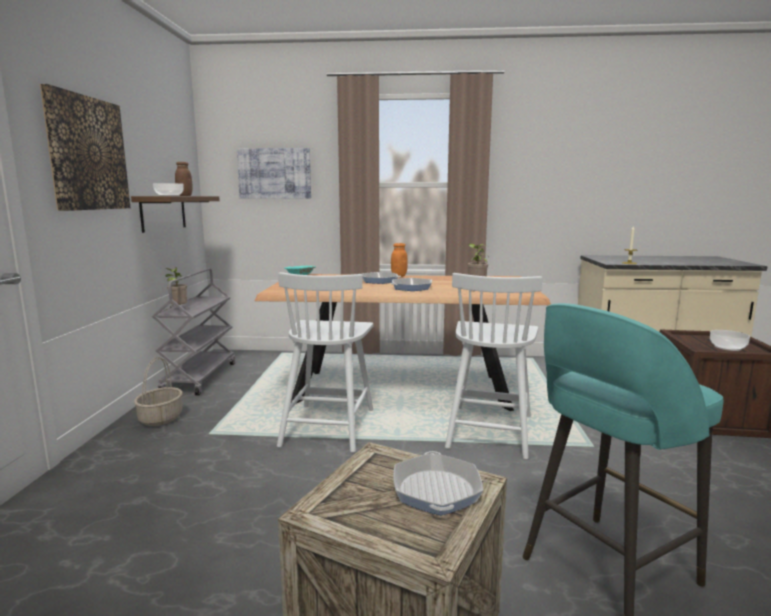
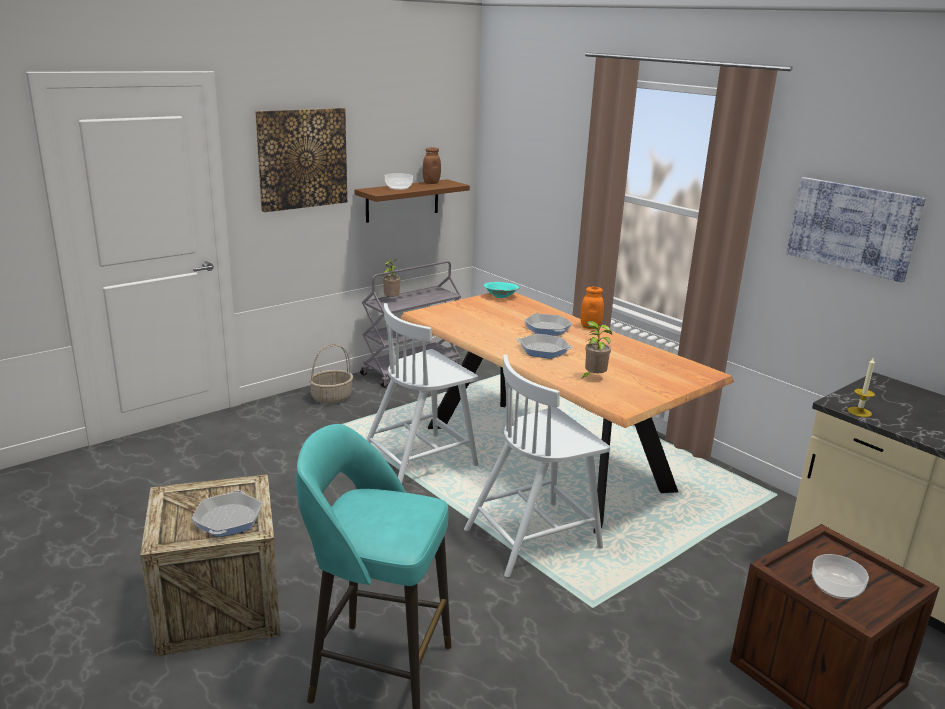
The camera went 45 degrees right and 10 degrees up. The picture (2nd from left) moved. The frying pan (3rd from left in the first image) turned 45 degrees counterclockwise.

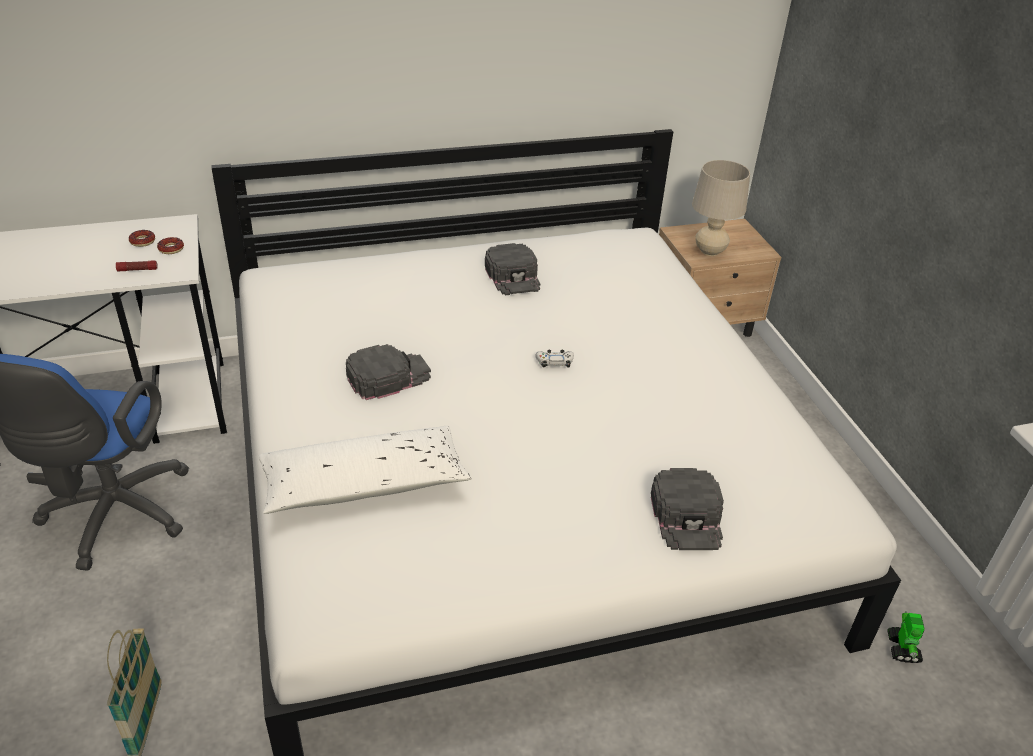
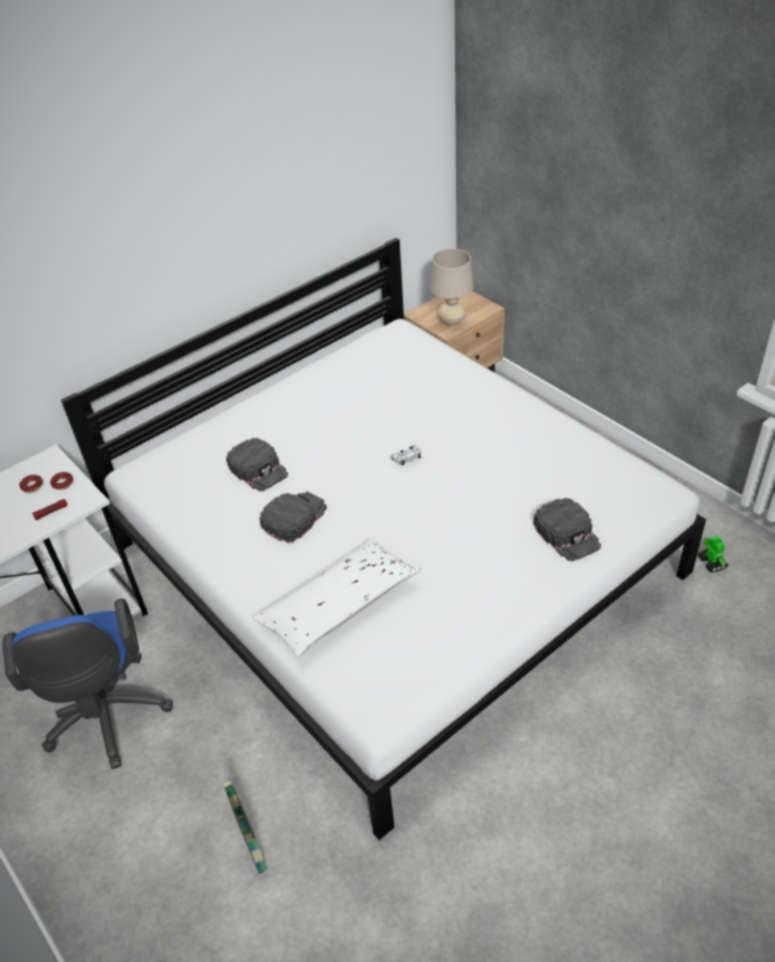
The camera went 20 degrees left and 5 degrees up. The black cap (2nd from left in the first image) moved.

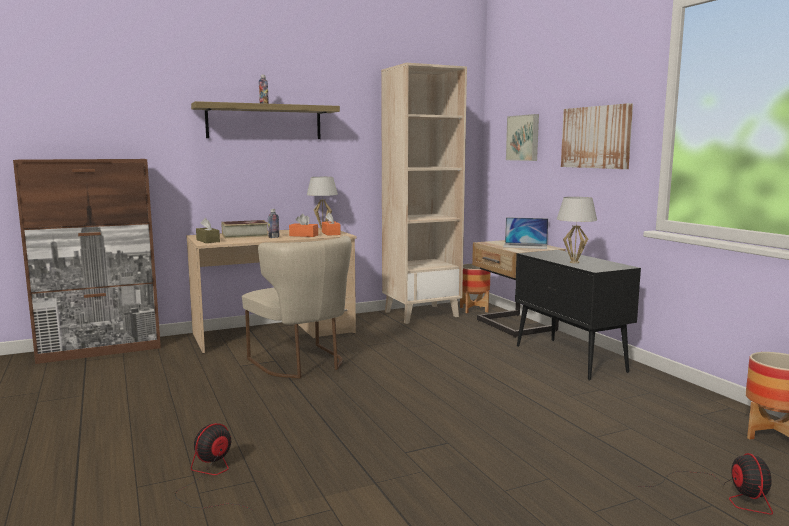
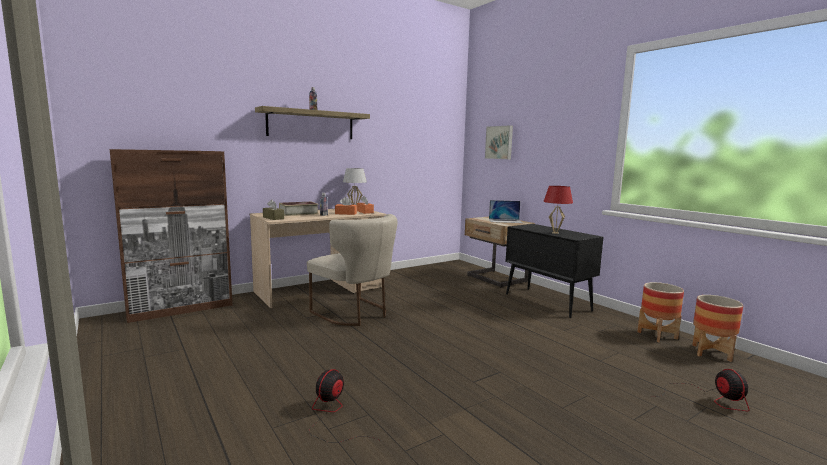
The camera went 10 degrees left and 0 degrees up. The beige bookcase disappeared. The planter (1st from left) moved. The white table lamp (2nd from left) became the red table lamp. The picture (2nd from left) disappeared.

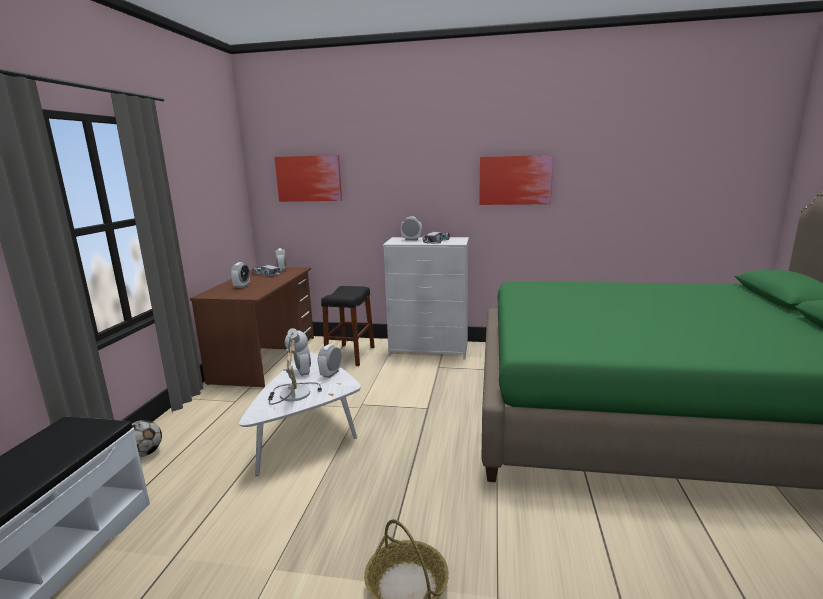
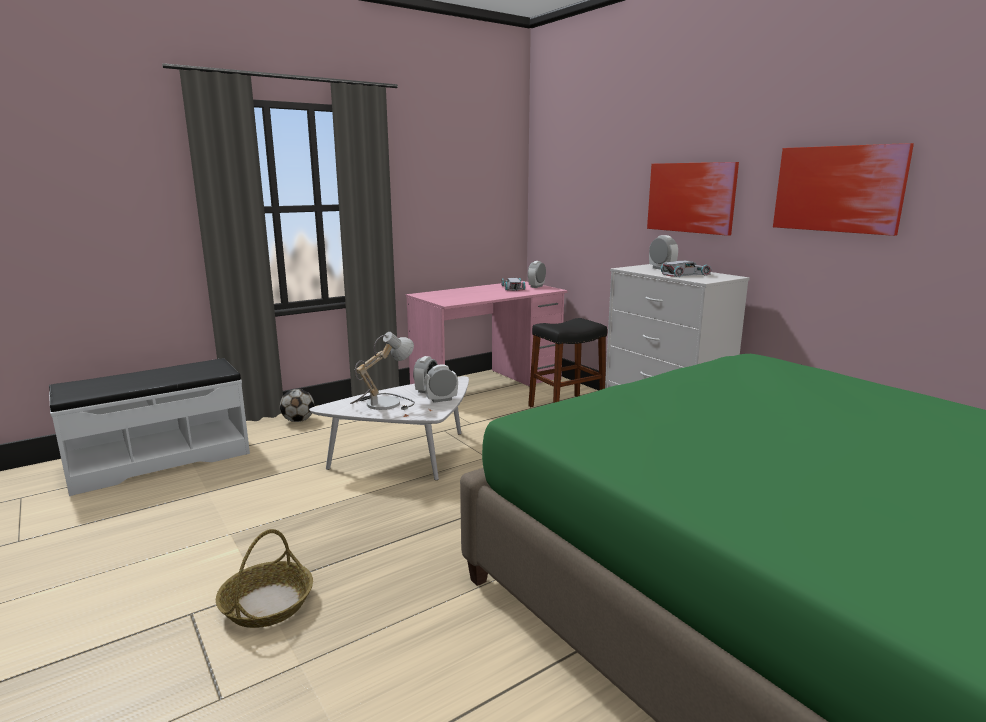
The camera went 45 degrees right and 0 degrees up. The brown desk became the pink desk. The alarm clock (1st from left) disappeared. The picture (1st from left) moved.

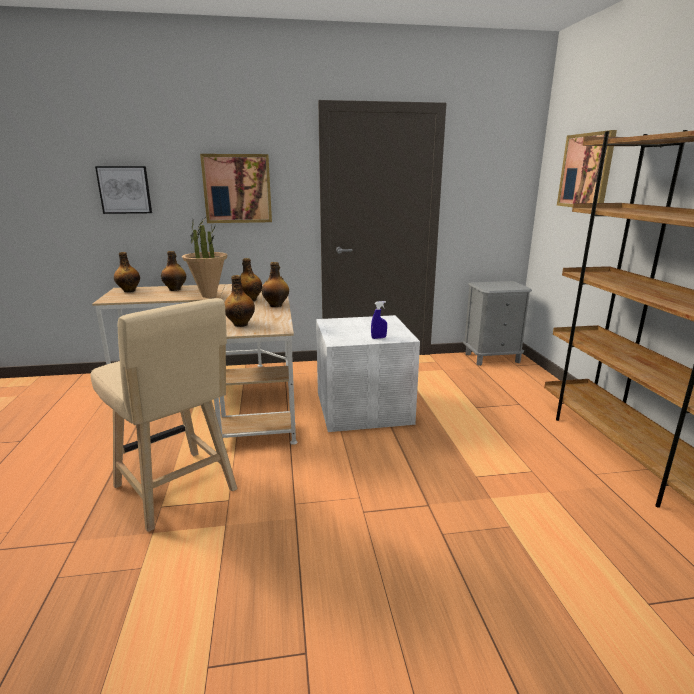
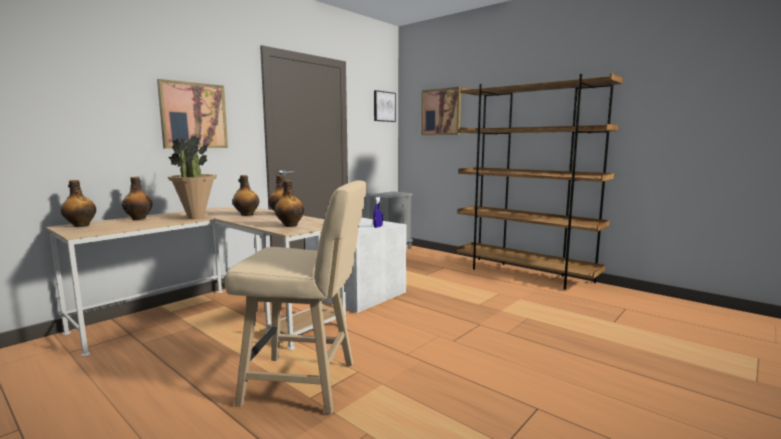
The camera went 40 degrees left and 10 degrees down. The picture (1st from left in the first image) moved.

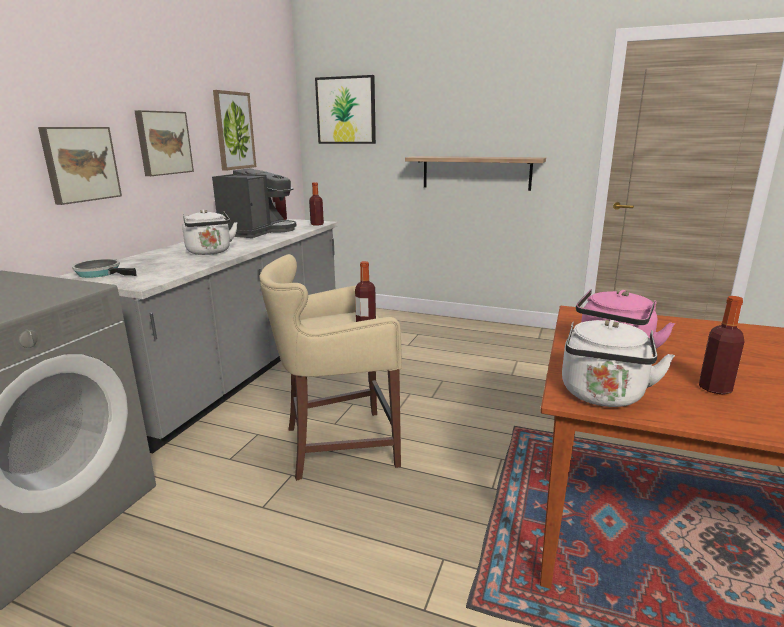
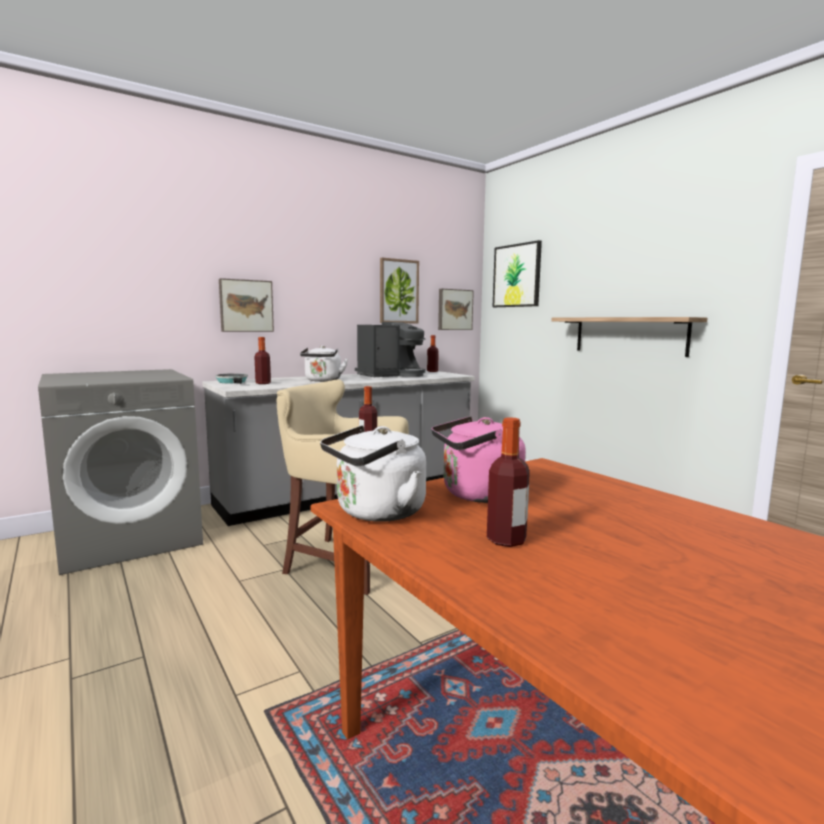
The camera went 35 degrees right and 10 degrees down. The picture (2nd from left in the first image) moved. The bottle (2nd from left in the first image) moved.

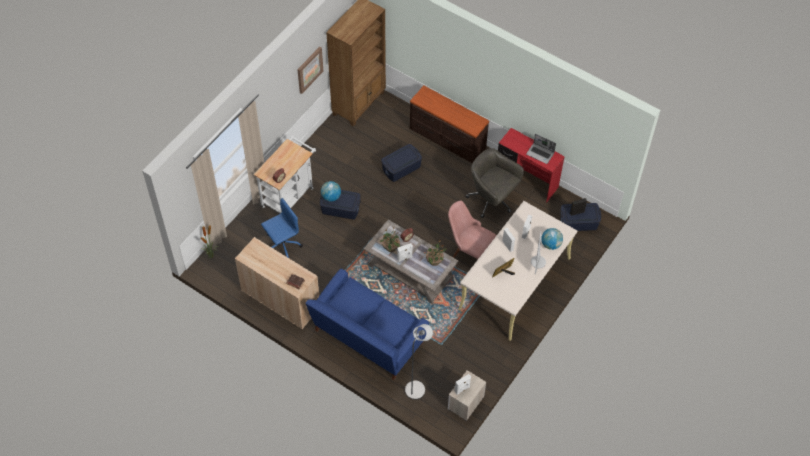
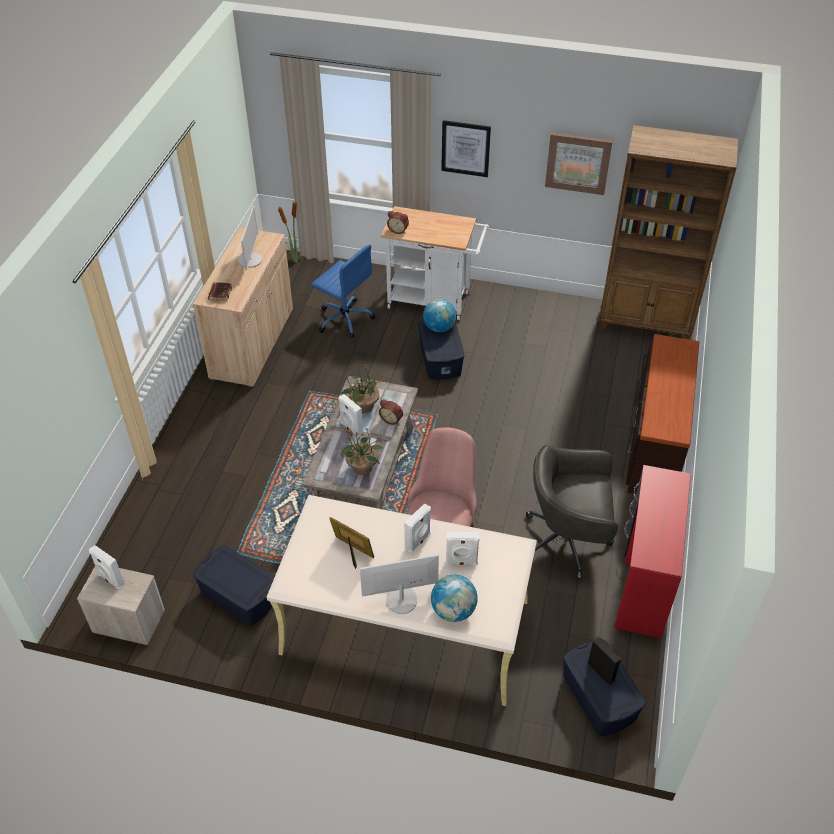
The camera went 70 degrees right and 10 degrees down. The blue sofa disappeared. The blue storage box (2nd from left in the first image) moved. The grey floor lamp disappeared. The grey office chair turned 105 degrees counterclockwise. The laptop disappeared. The monitor (1st from left) appeared. The picture (1st from left) appeared.

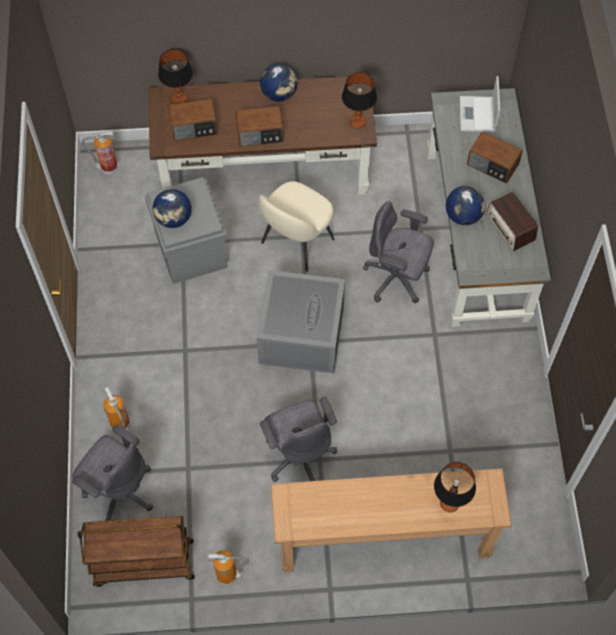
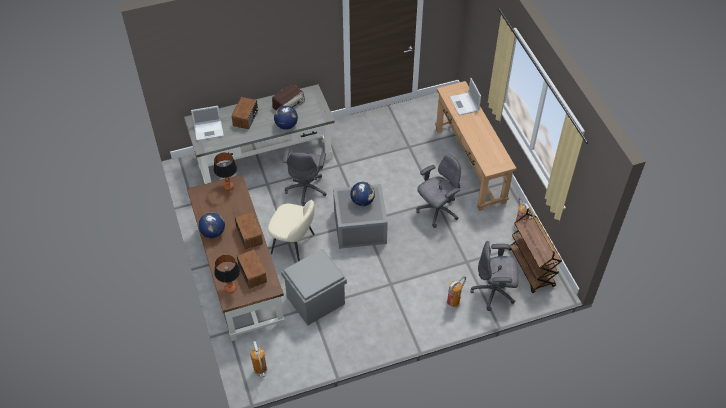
The camera went 105 degrees left and 10 degrees down. The grey office chair (1st from left in the first image) turned 105 degrees counterclockwise. The globe (1st from left in the first image) moved. The table lamp (3rd from left) was replaced by the laptop (2nd from left).

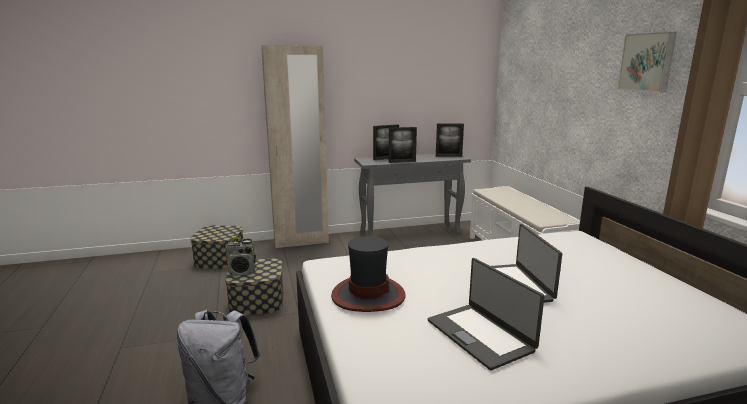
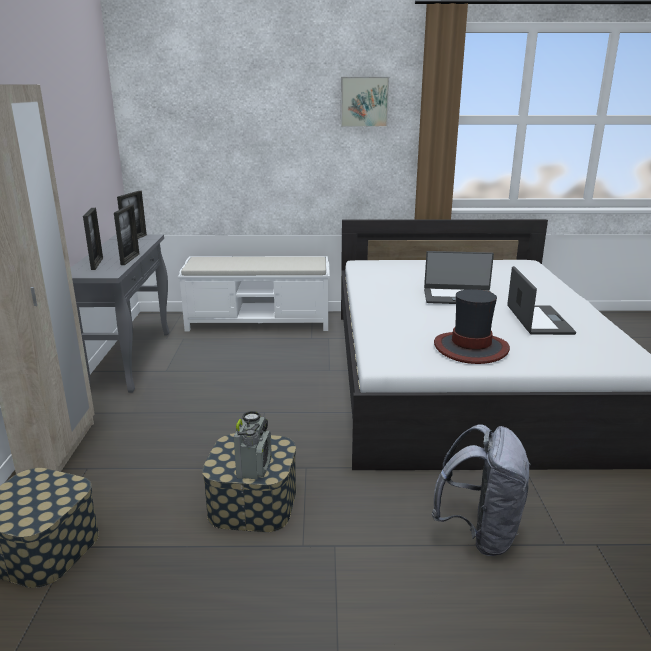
The camera went 75 degrees left and 5 degrees up. The laptop (1st from left in the first image) turned 75 degrees counterclockwise.

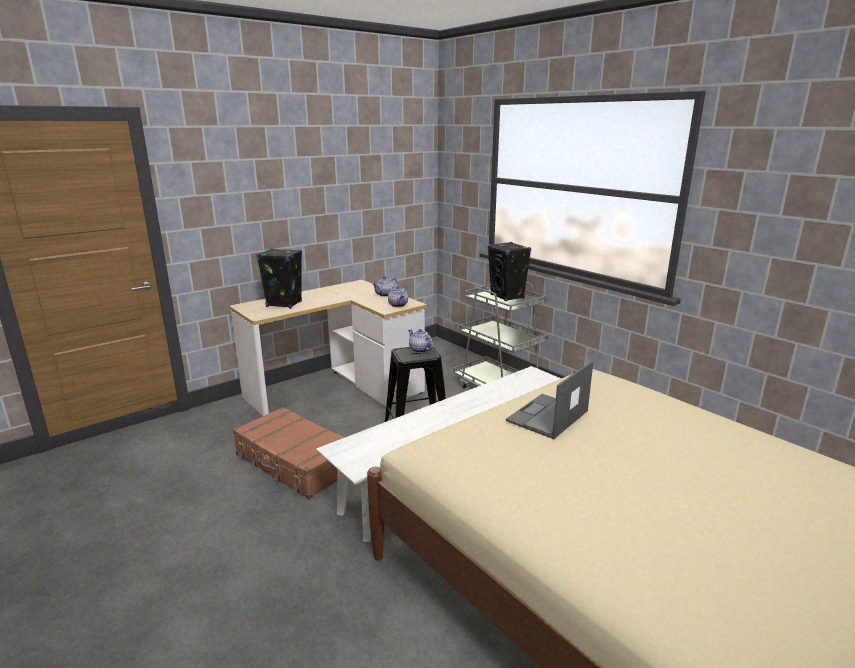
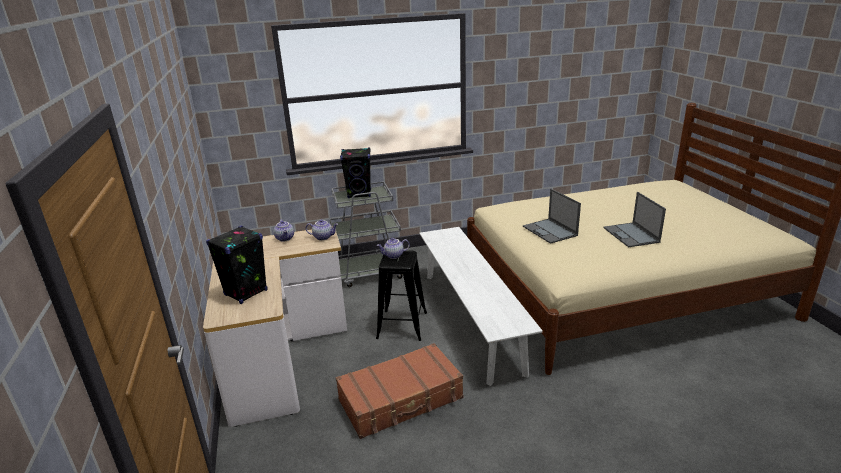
The camera went 65 degrees left and 5 degrees up. The laptop (2nd from left) appeared.

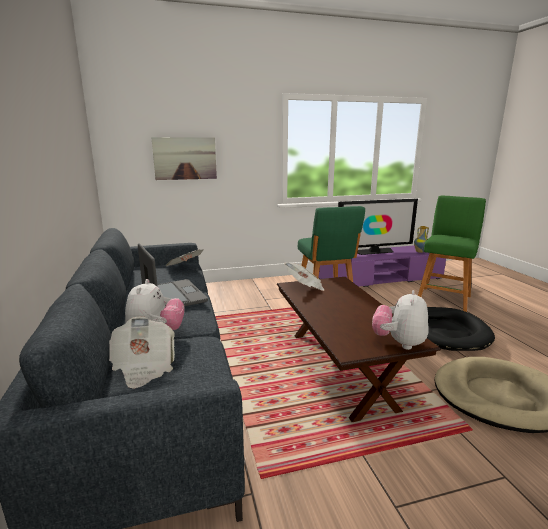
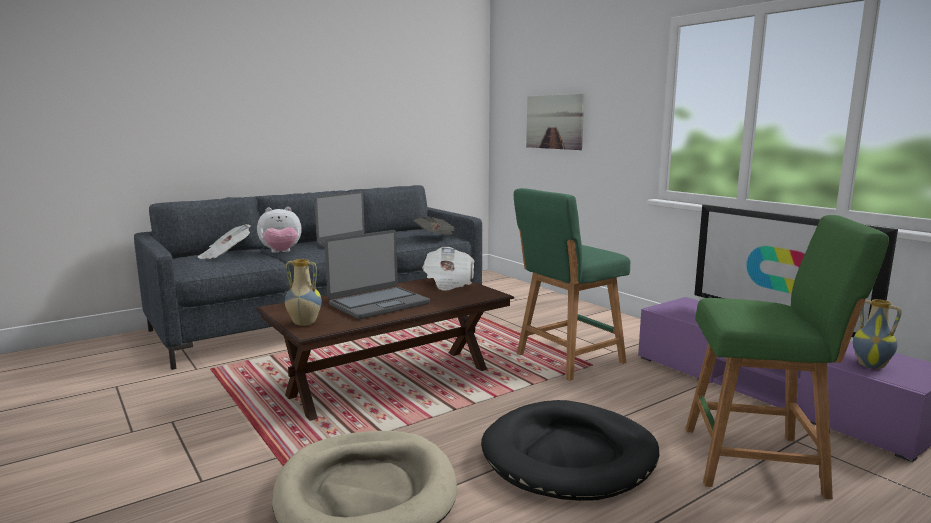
The camera went 70 degrees right and 5 degrees down. The plush toy (2nd from left) was replaced by the vase (1st from left). The laptop (2nd from left) appeared.

